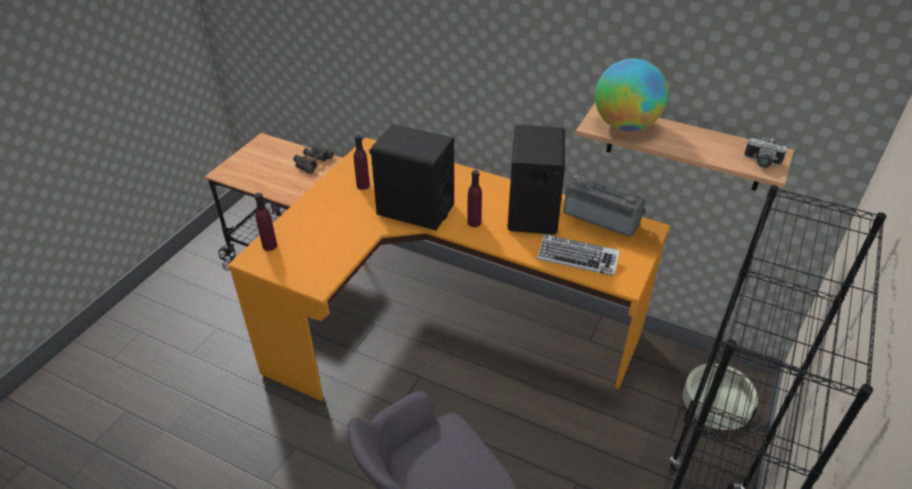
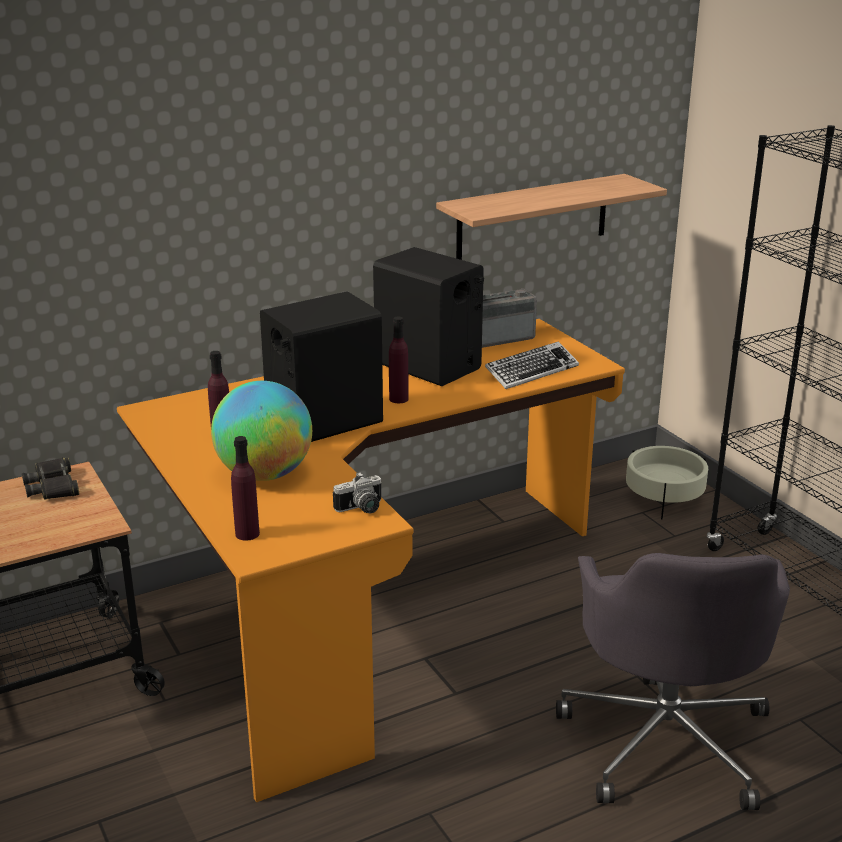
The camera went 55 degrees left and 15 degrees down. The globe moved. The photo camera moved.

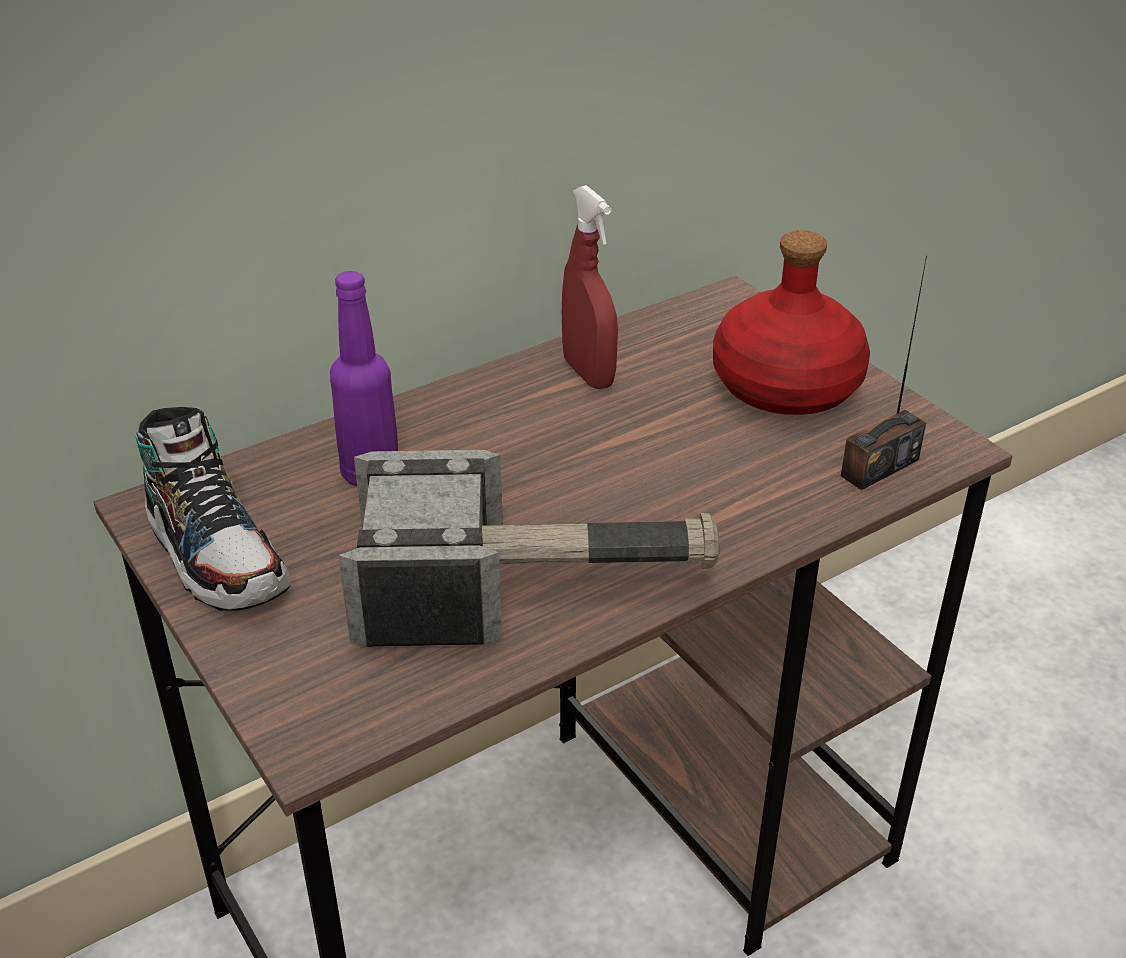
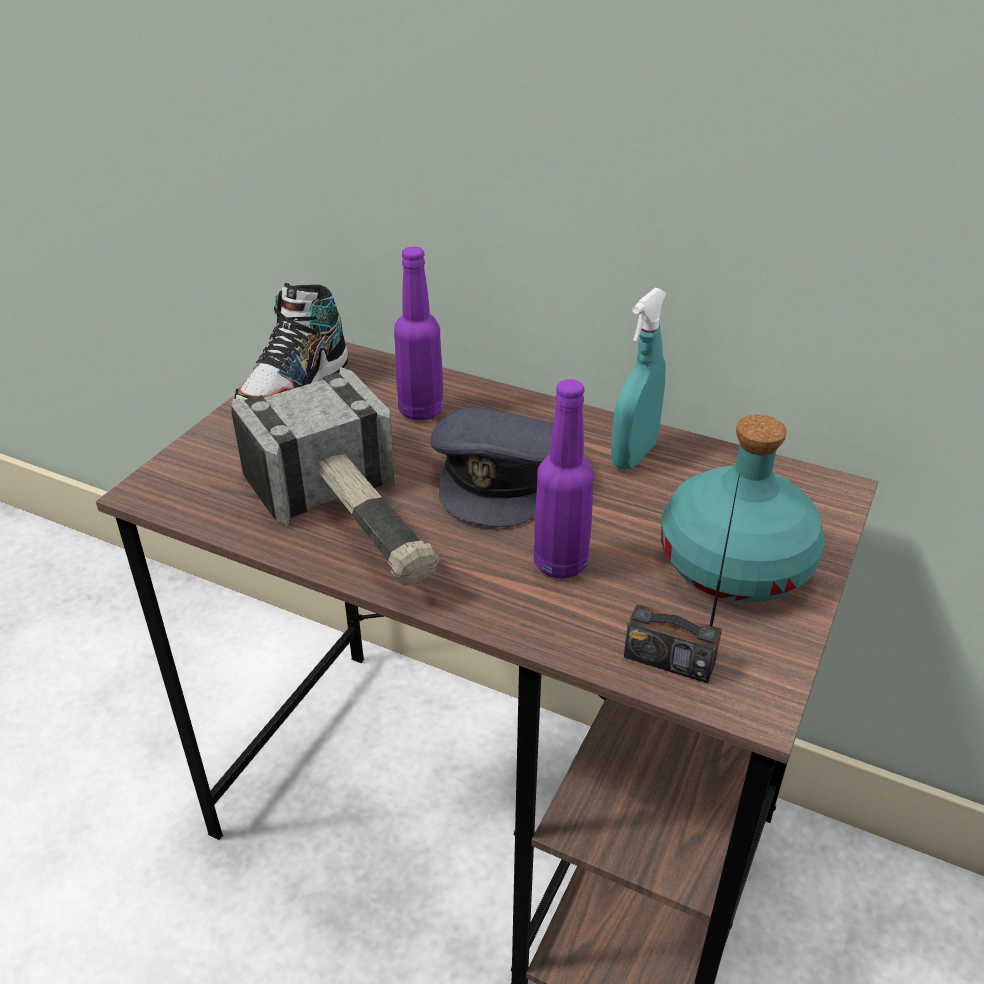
The camera went 60 degrees right and 0 degrees up. The red spray bottle became the turquoise spray bottle. The red bottle became the turquoise bottle. The grey cap appeared. The purple bottle (2nd from left) appeared.

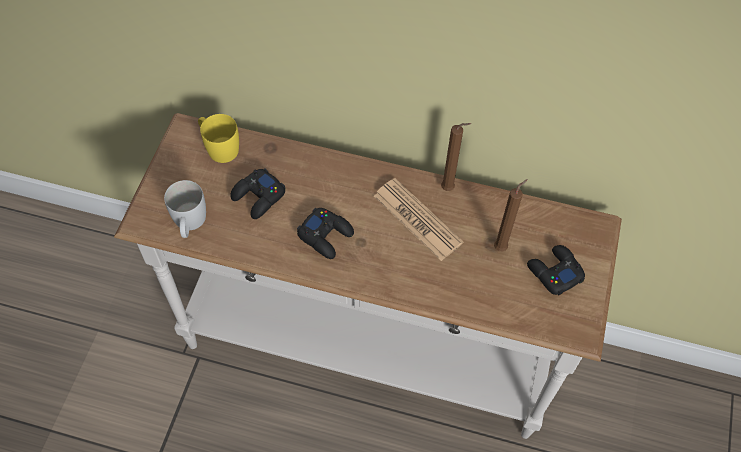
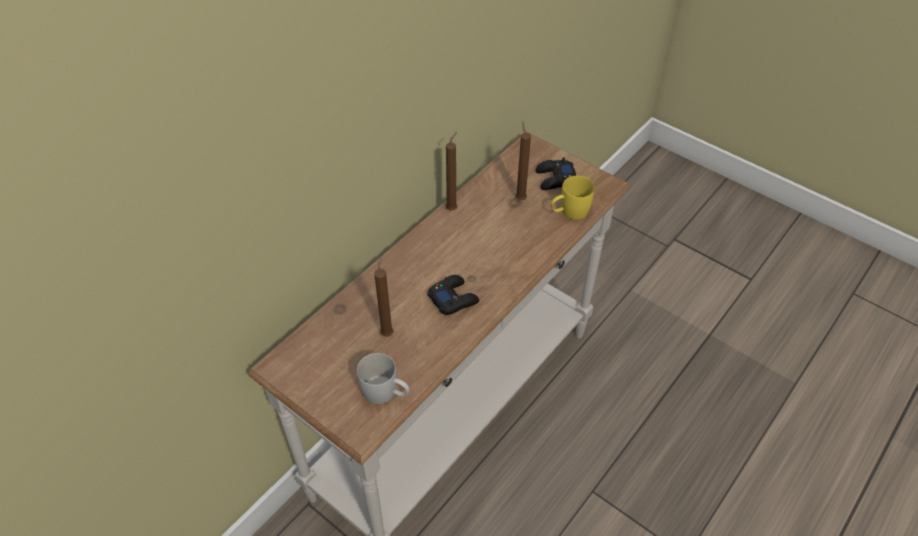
The camera went 65 degrees left and 10 degrees down. The yellow mug moved. The black game controller (1st from left) was replaced by the brown candle (1st from left). The newspaper disappeared.

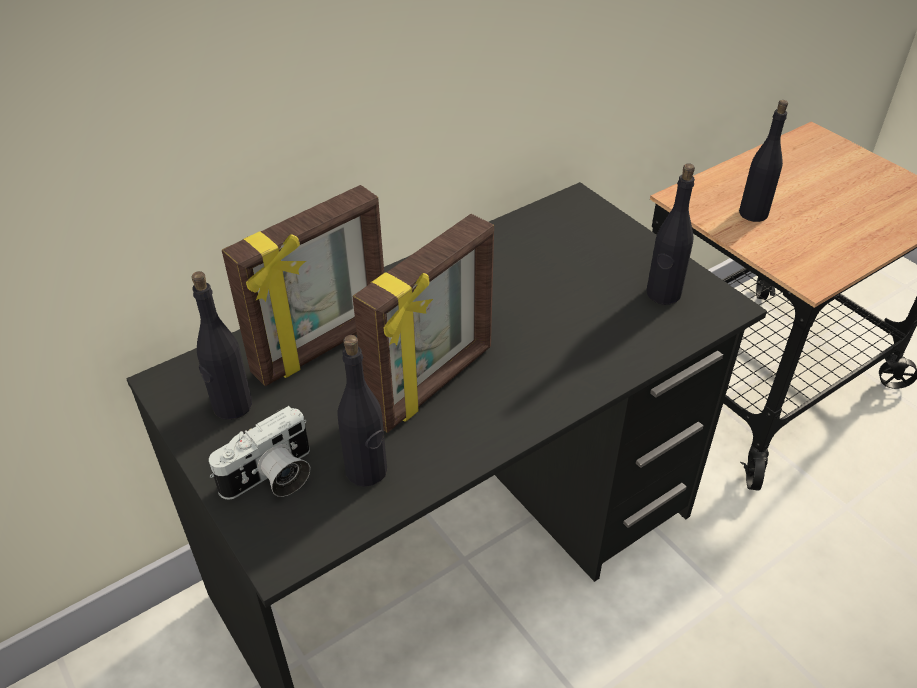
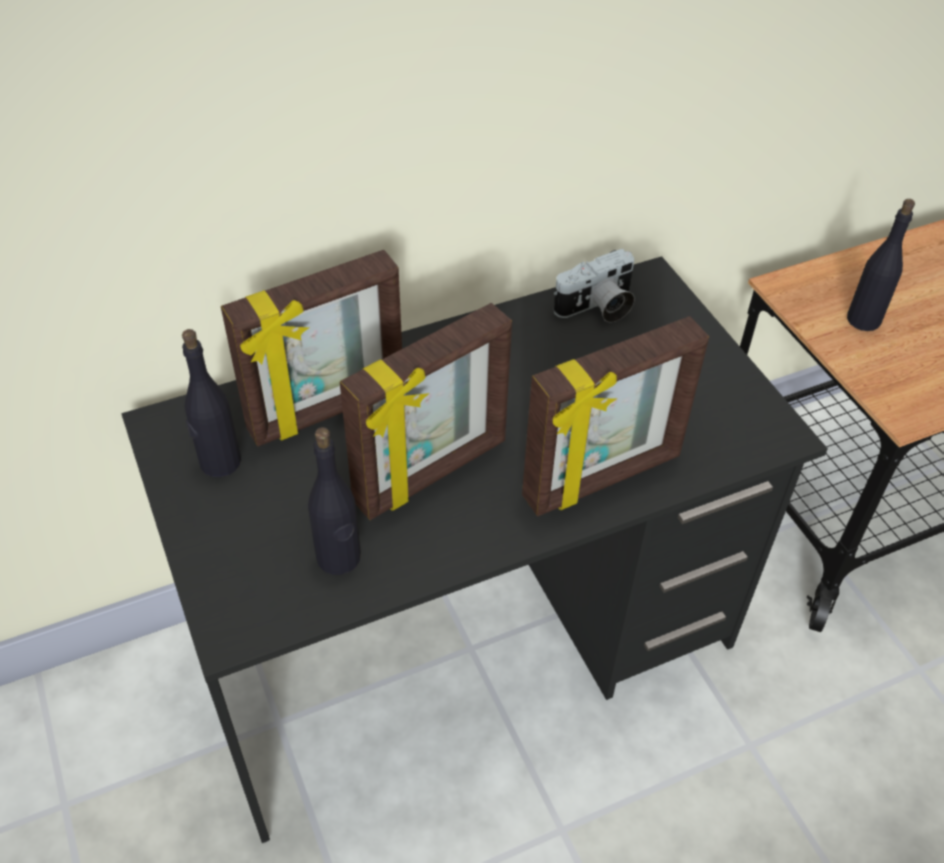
The camera went 10 degrees right and 5 degrees up. The photo camera moved. The black bottle (3rd from left) disappeared. The picture frame (3rd from left) appeared.

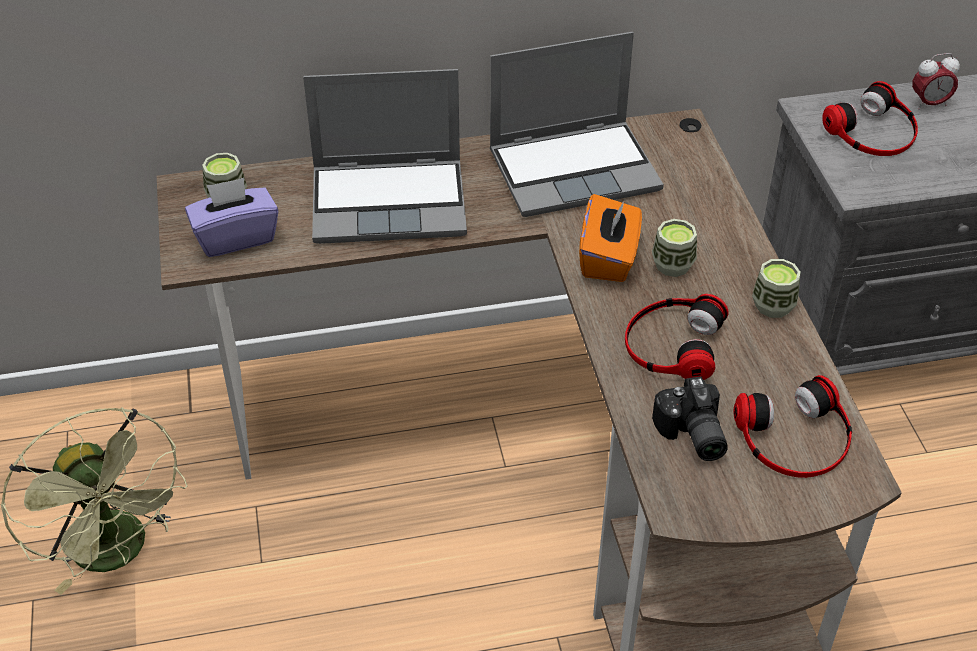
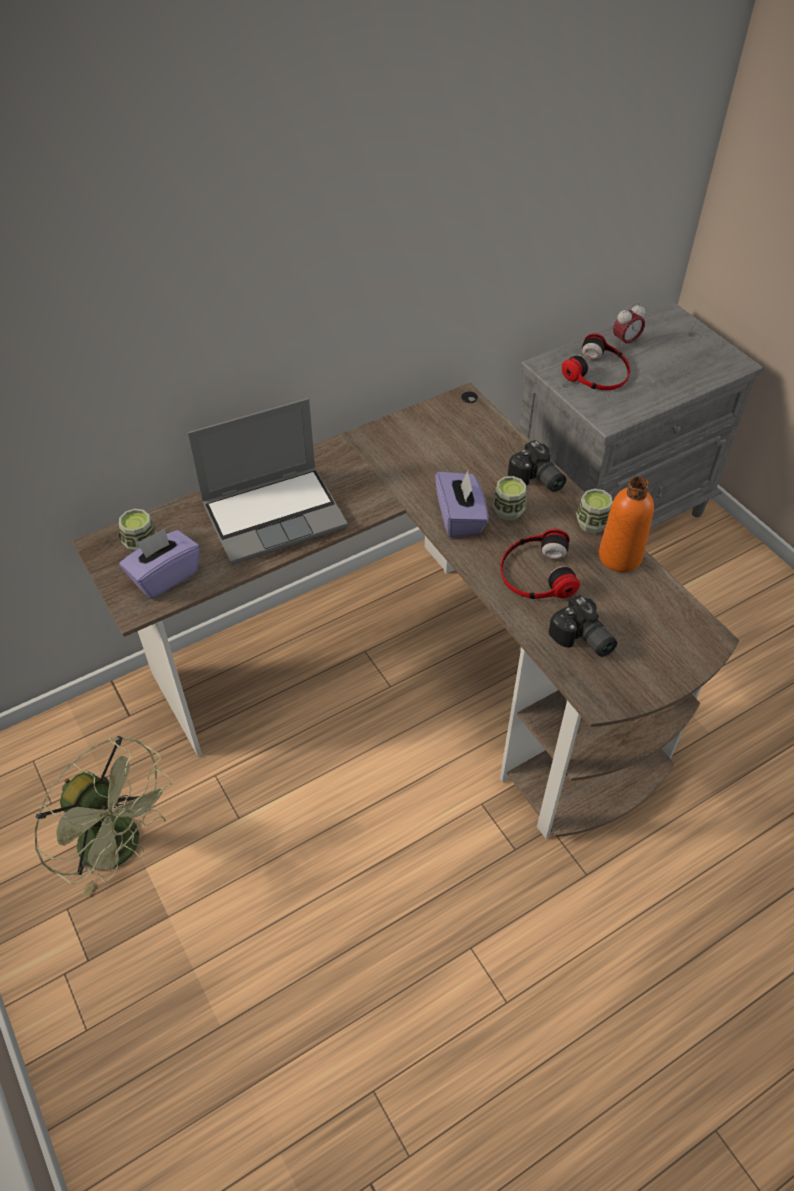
The camera went 20 degrees left and 5 degrees up. The laptop (2nd from left) disappeared. The orange tissue box became the purple tissue box (2nd from left). The headphones (2nd from left) disappeared. The photo camera (1st from left) appeared. The orange bottle appeared.

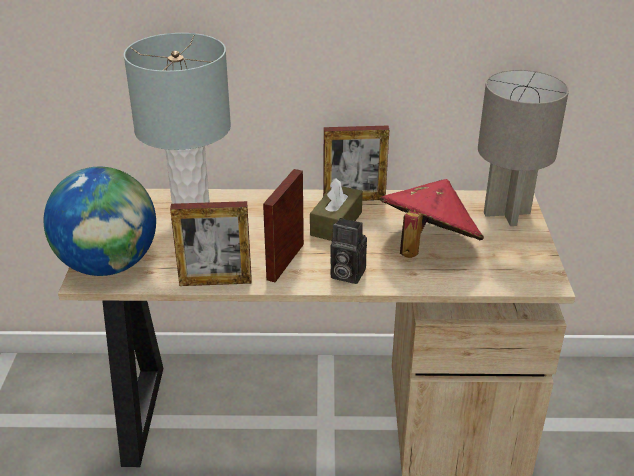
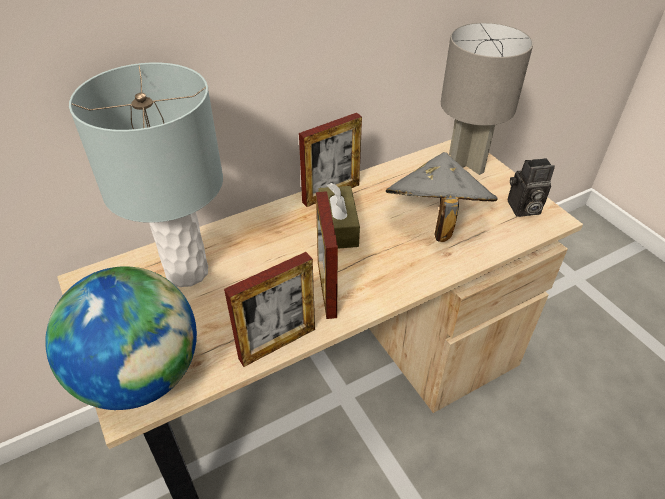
The camera went 30 degrees left and 10 degrees up. The photo camera moved. The red hat became the grey hat.

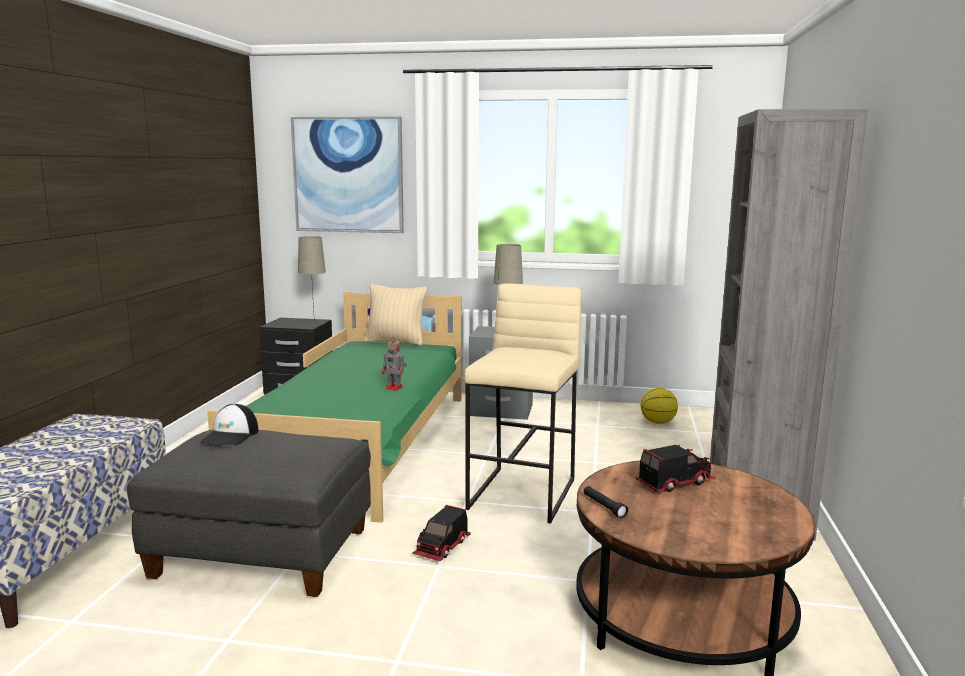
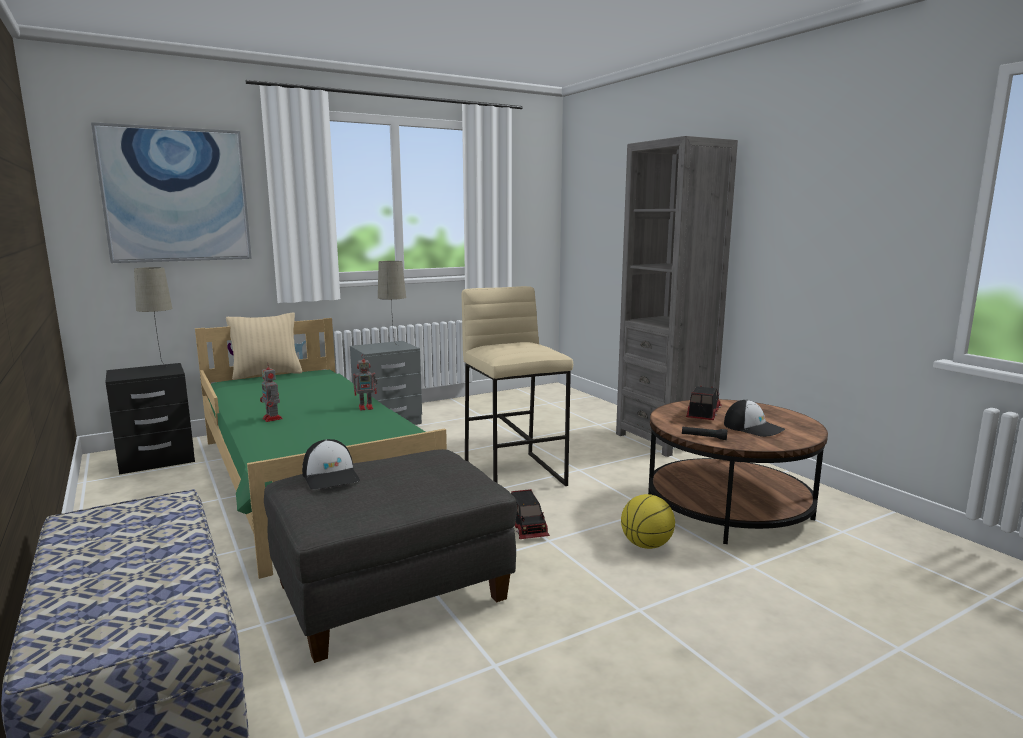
The camera went 40 degrees left and 0 degrees up. The basketball moved. The toy robot (1st from left) appeared. The cap (2nd from left) appeared.

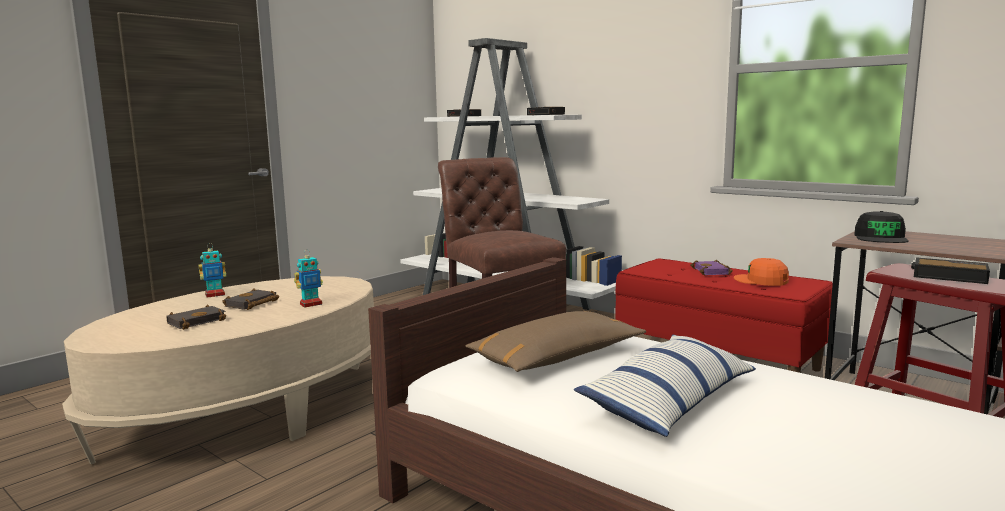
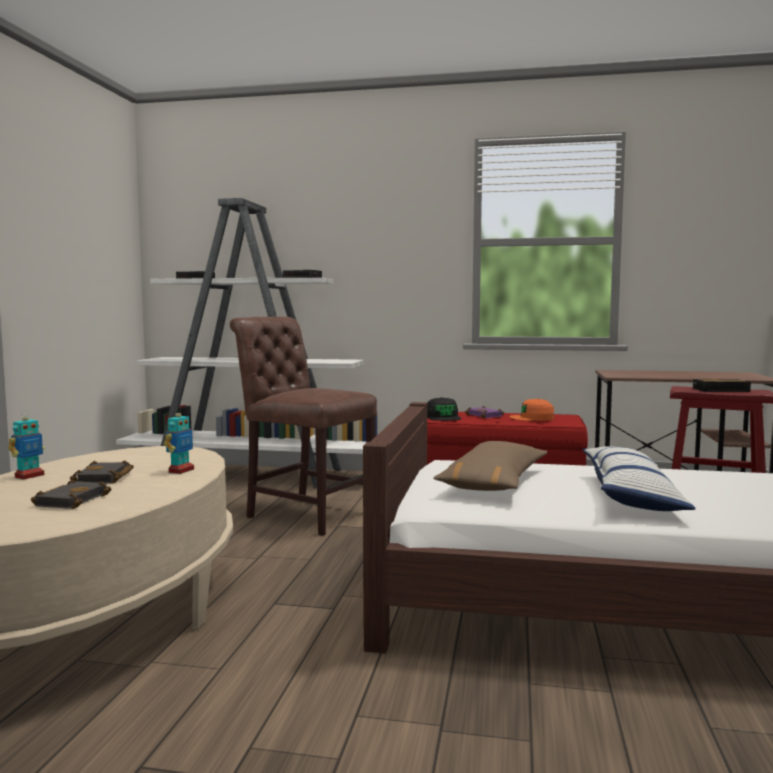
The camera went 30 degrees left and 5 degrees down. The black cap moved.

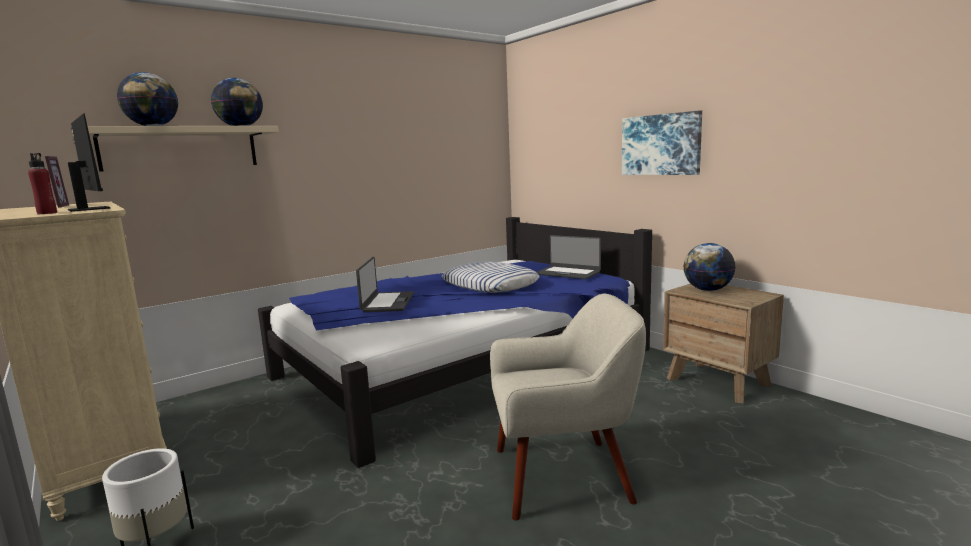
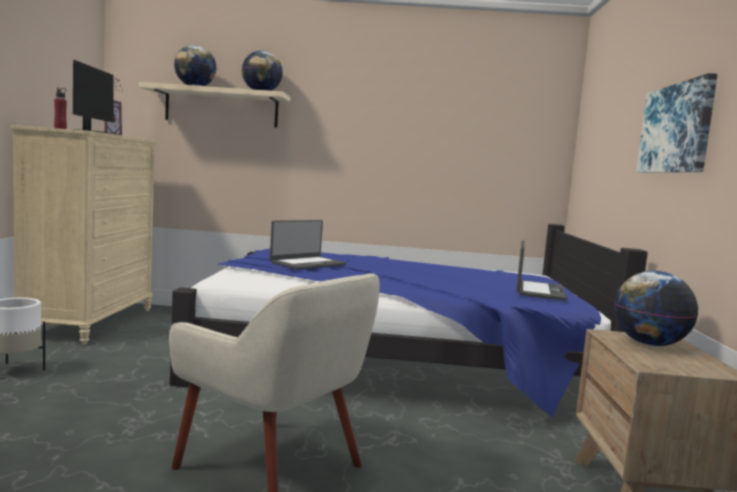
The camera went 40 degrees right and 5 degrees down. The pillow disappeared. The laptop (2nd from left) turned 150 degrees counterclockwise.

